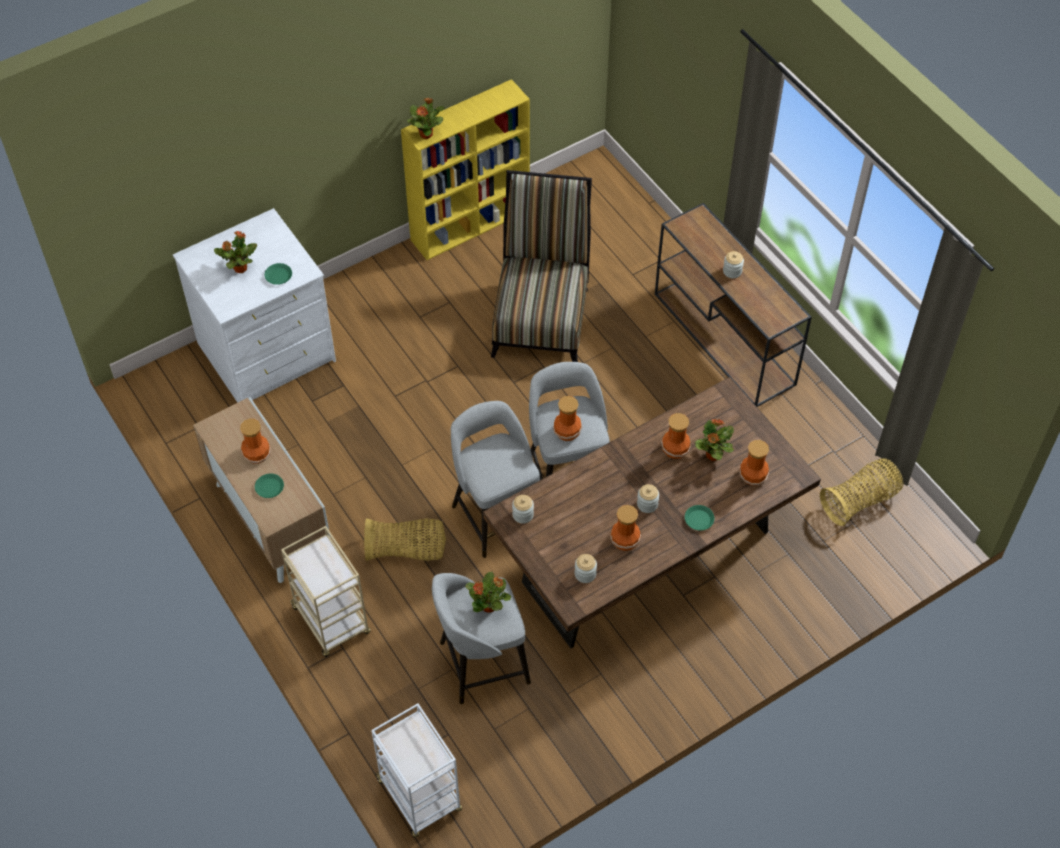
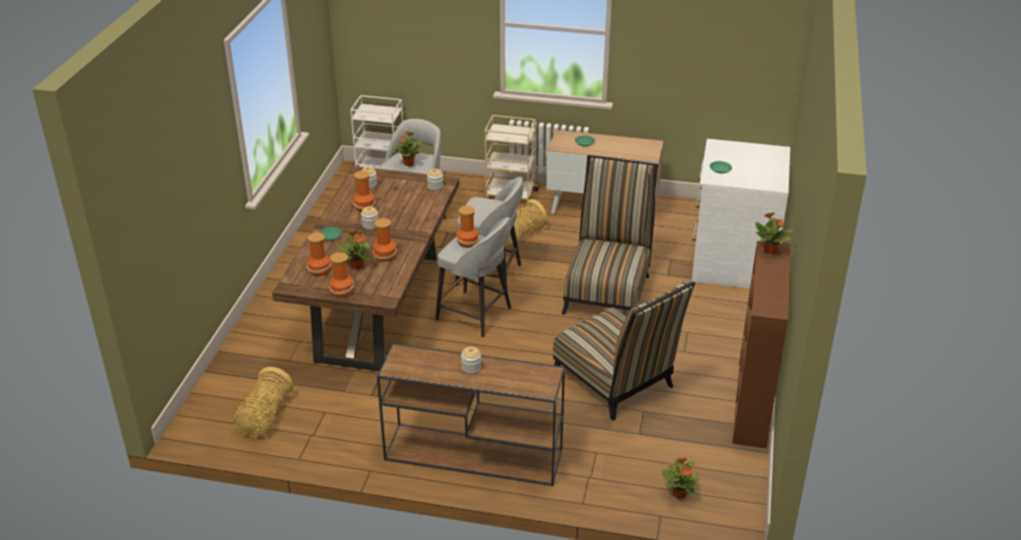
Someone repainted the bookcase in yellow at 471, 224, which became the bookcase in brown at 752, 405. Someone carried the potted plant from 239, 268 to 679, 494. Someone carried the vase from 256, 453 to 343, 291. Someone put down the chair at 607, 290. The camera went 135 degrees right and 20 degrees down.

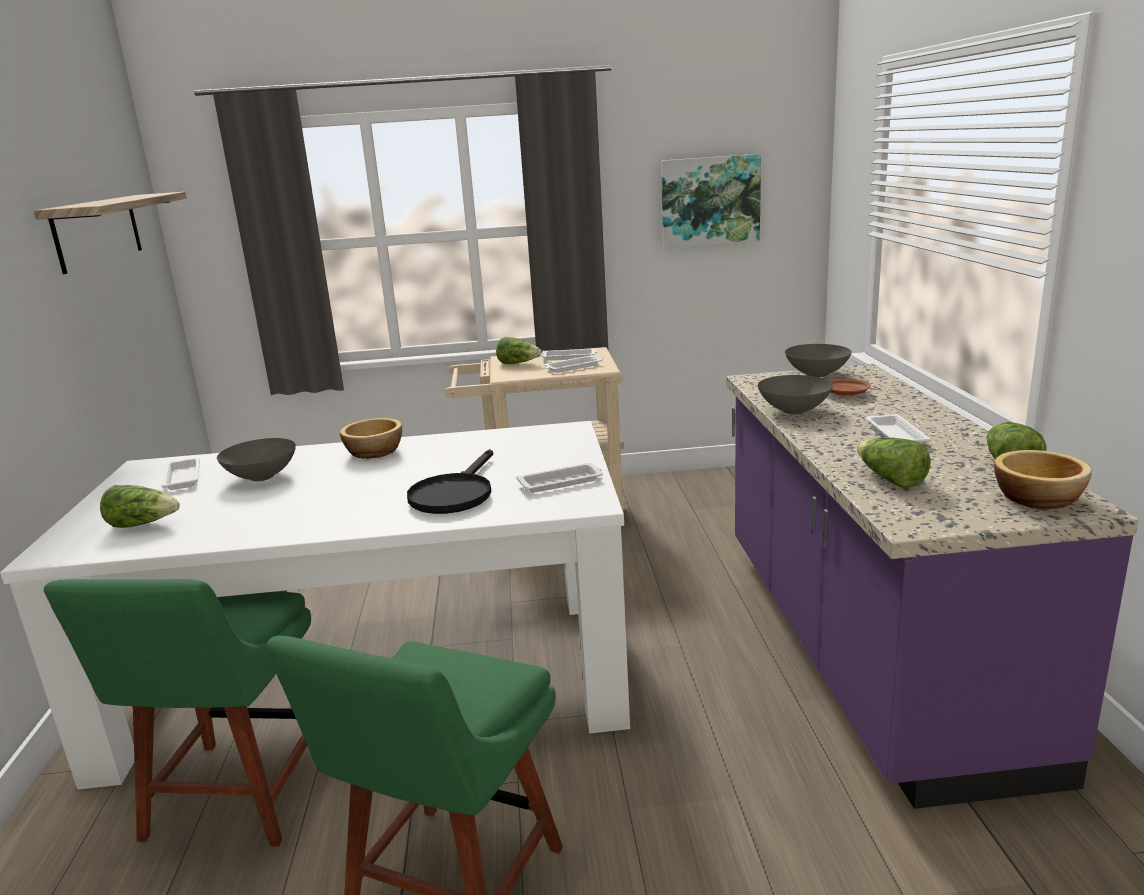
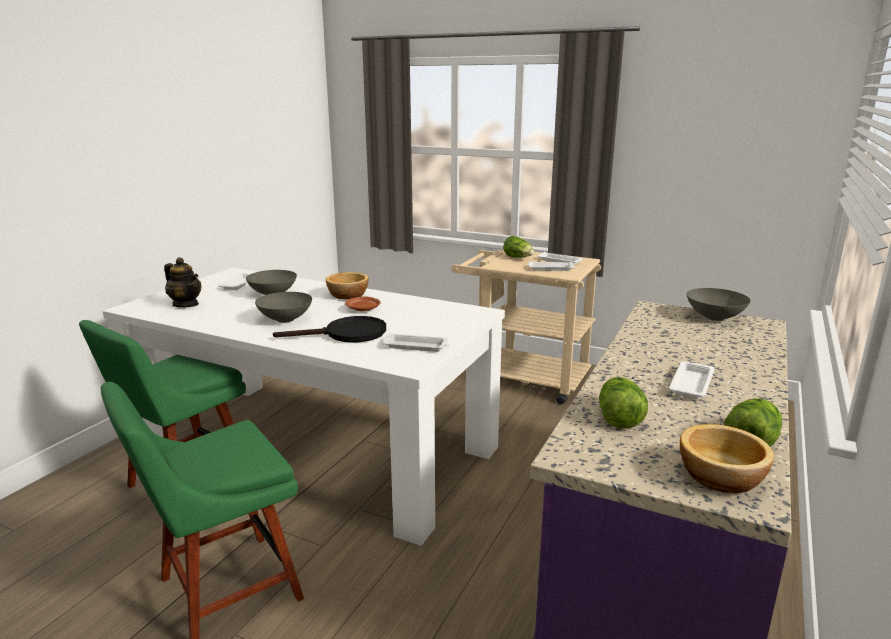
Someone took away the picture at 710, 201. Someone took away the shelf at 98, 231. Someone carried the bowl in grey from 794, 411 to 285, 320. Someone carried the plate in brown from 846, 394 to 363, 309. Someone rotated the frying pan in black at 455, 494 by 150 degrees counterclockwise. Someone swapped the lettuce at 143, 524 for the teapot at 186, 304. The camera went 30 degrees right and 0 degrees up.

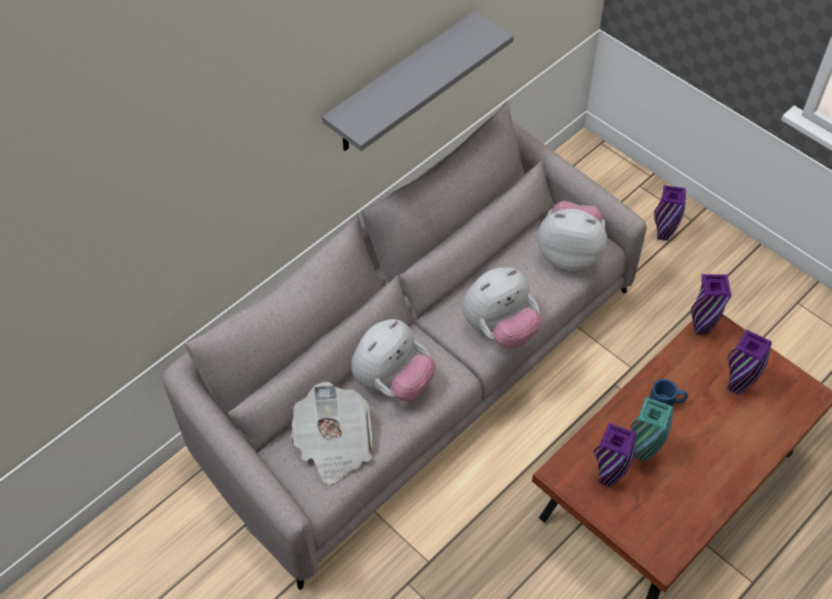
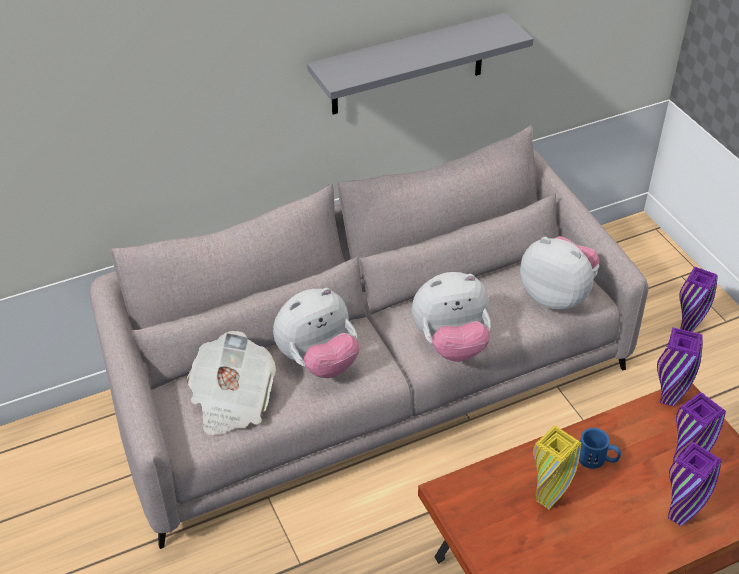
Someone repainted the vase in turquoise at 641, 453, which became the vase in yellow at 547, 500. Someone carried the vase in purple from 606, 479 to 678, 517. The camera went 20 degrees right and 10 degrees down.

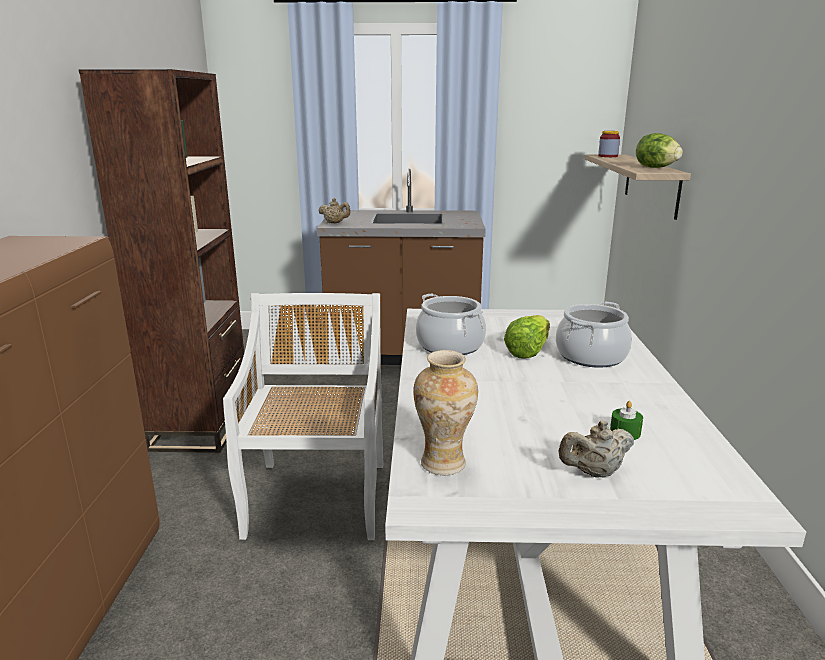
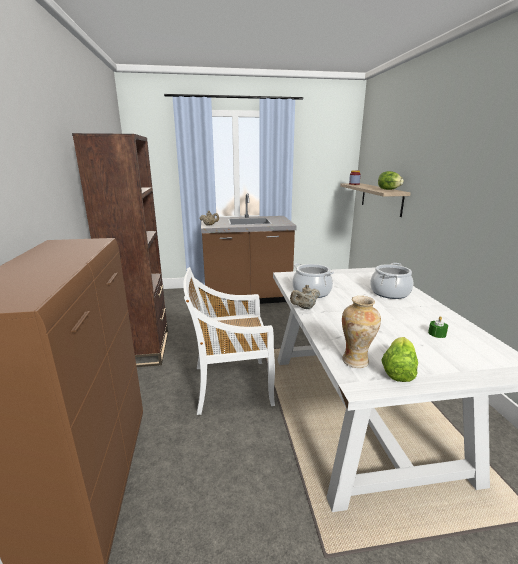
Someone rotated the chair in white at 317, 497 by 90 degrees counterclockwise. Someone carried the lettuce from 528, 351 to 398, 370. Someone carried the teapot in beige from 594, 473 to 305, 308. The camera went 10 degrees left and 0 degrees up.

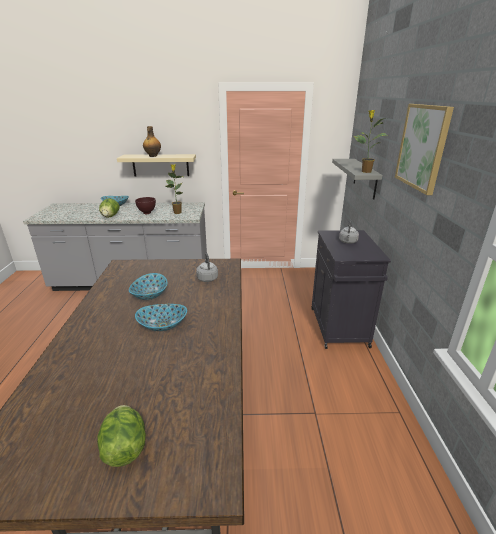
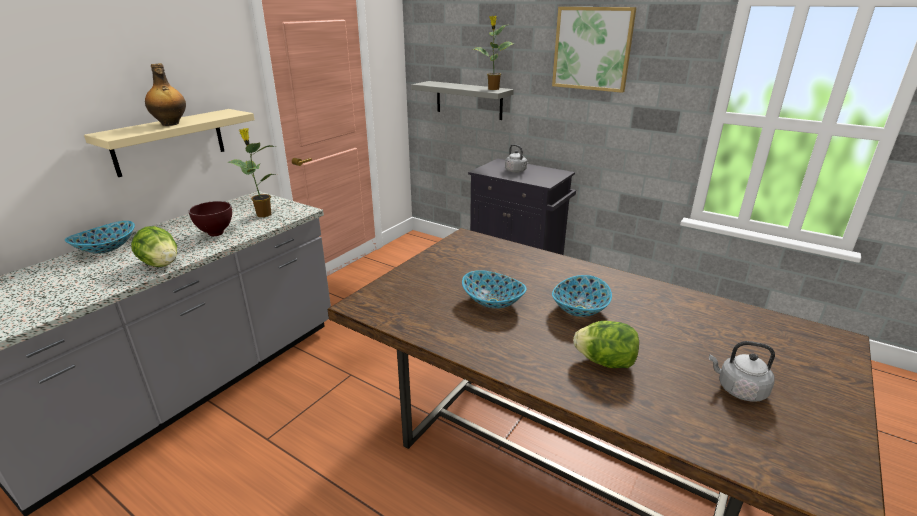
Someone carried the kettle in grey from 207, 278 to 738, 389. Someone carried the lettuce from 125, 448 to 605, 362. The camera went 55 degrees left and 0 degrees up.

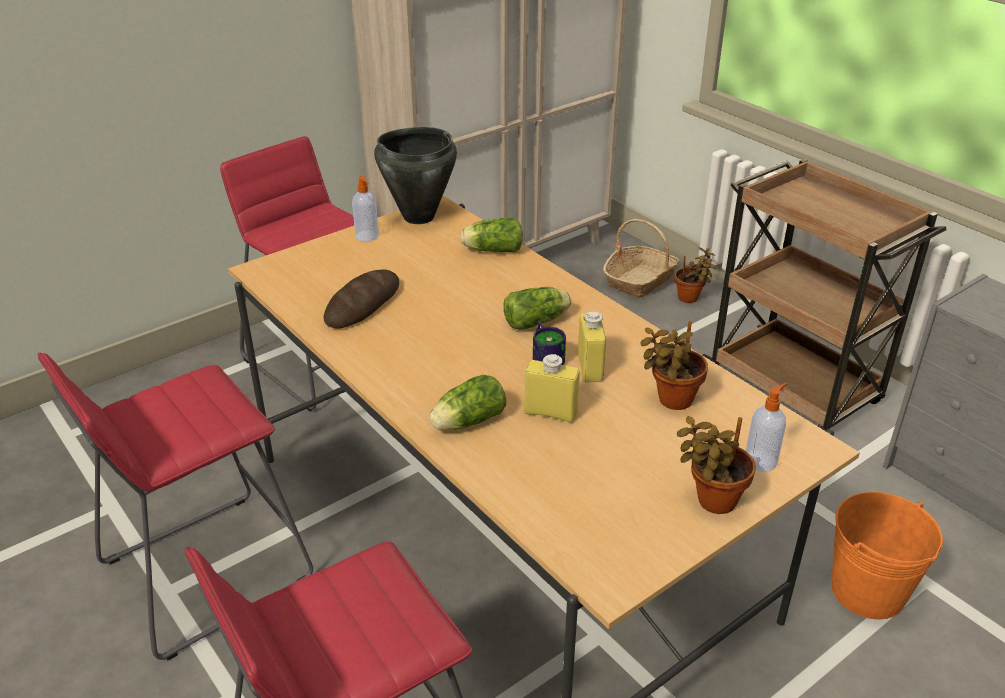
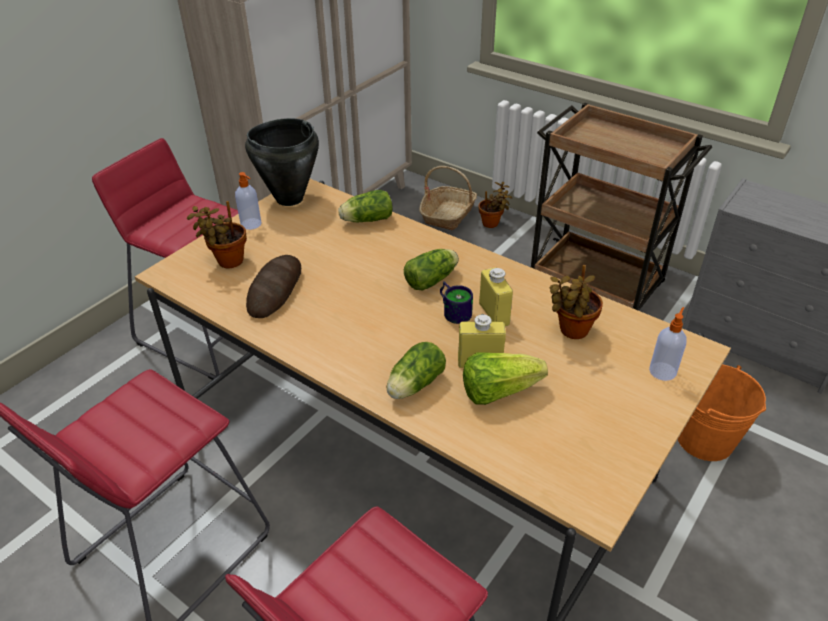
Someone carried the potted plant from 712, 501 to 227, 261. Someone put down the lettuce at 498, 391. The camera went 15 degrees left and 5 degrees up.

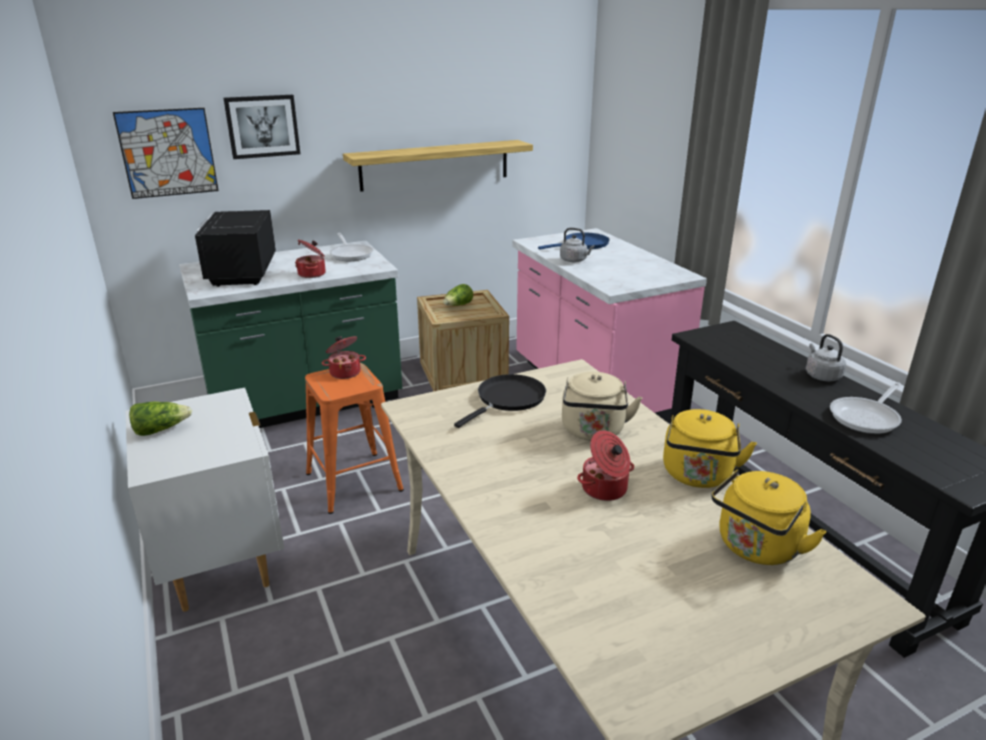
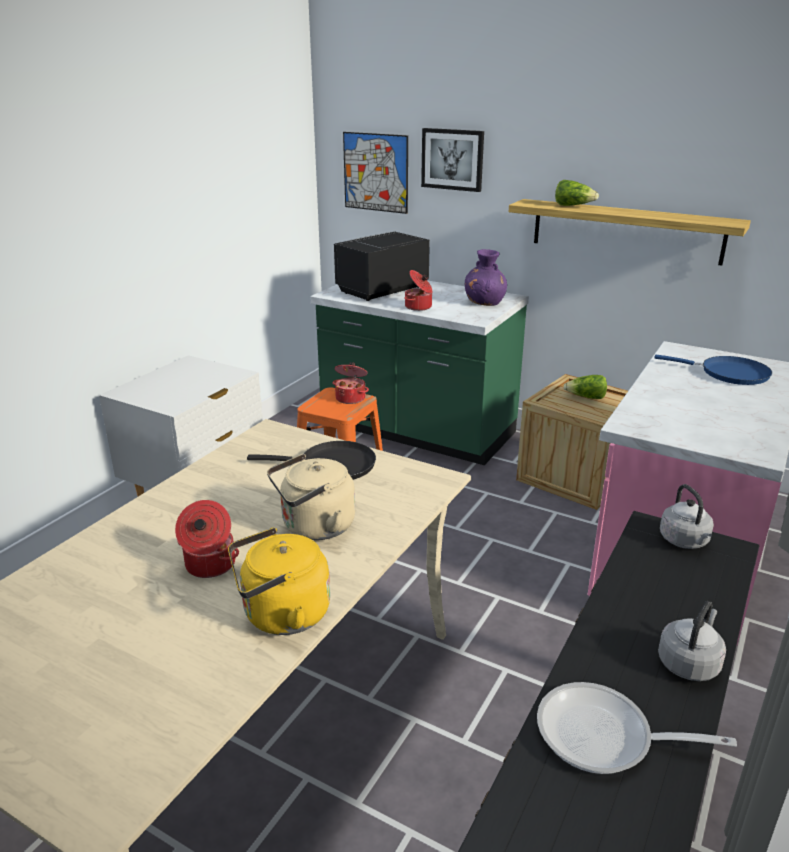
Someone carried the kettle in grey from 574, 260 to 685, 541. Someone swapped the frying pan at 351, 254 for the vase in purple at 485, 302. Someone carried the lettuce from 161, 430 to 573, 206. Someone took away the kettle in yellow at 756, 548. The camera went 55 degrees right and 0 degrees up.

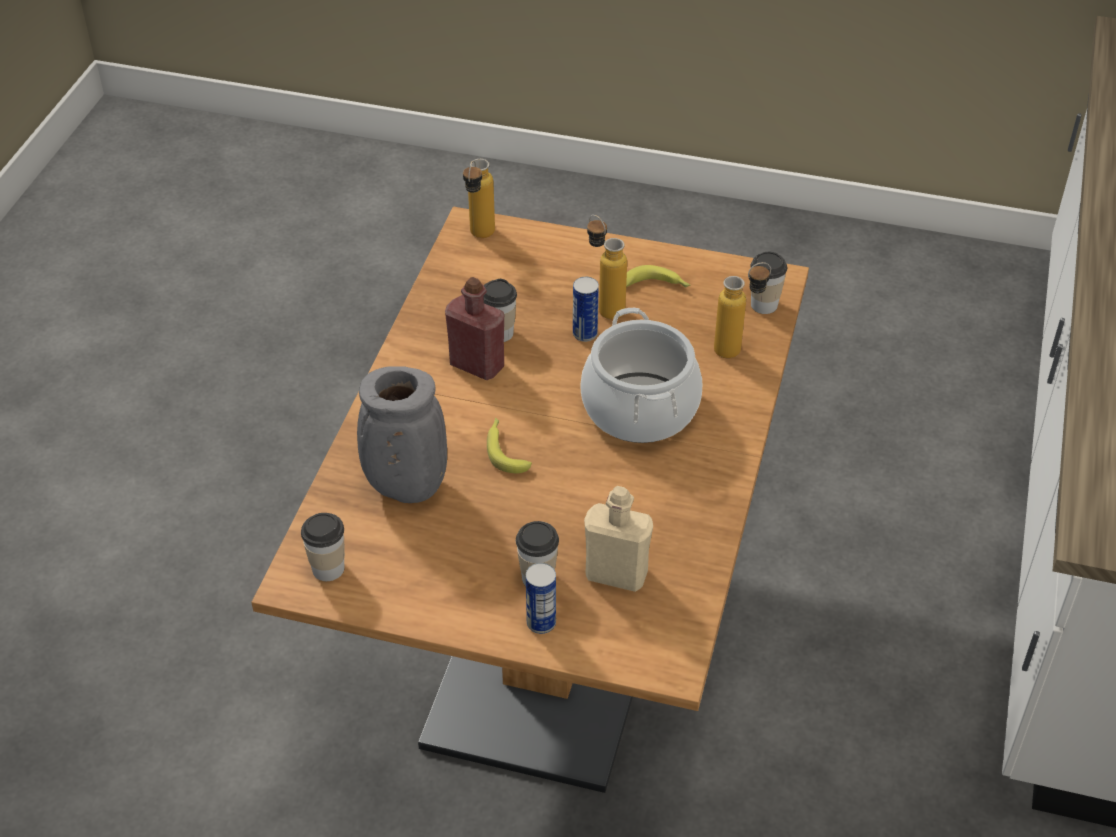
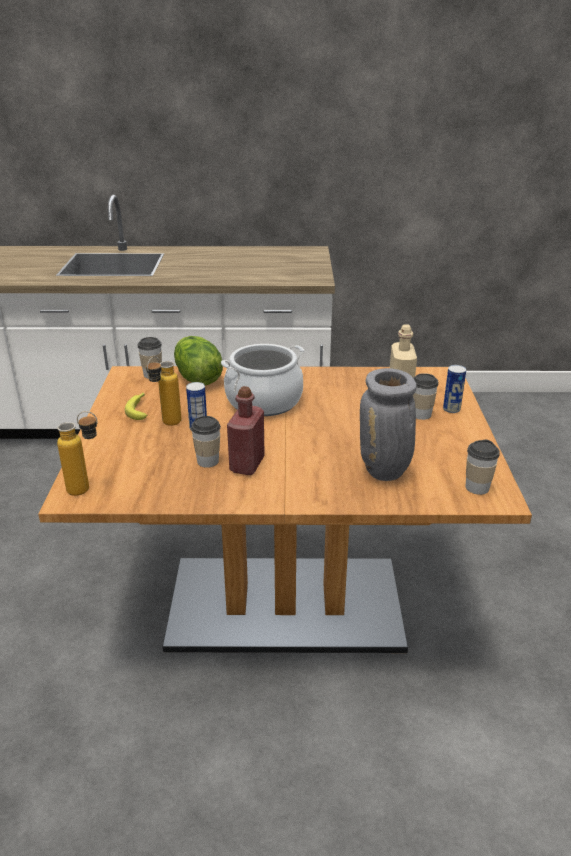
Someone swapped the bottle at 738, 348 for the lettuce at 197, 378. Someone took away the banana at 505, 450. The camera went 105 degrees left and 15 degrees down.

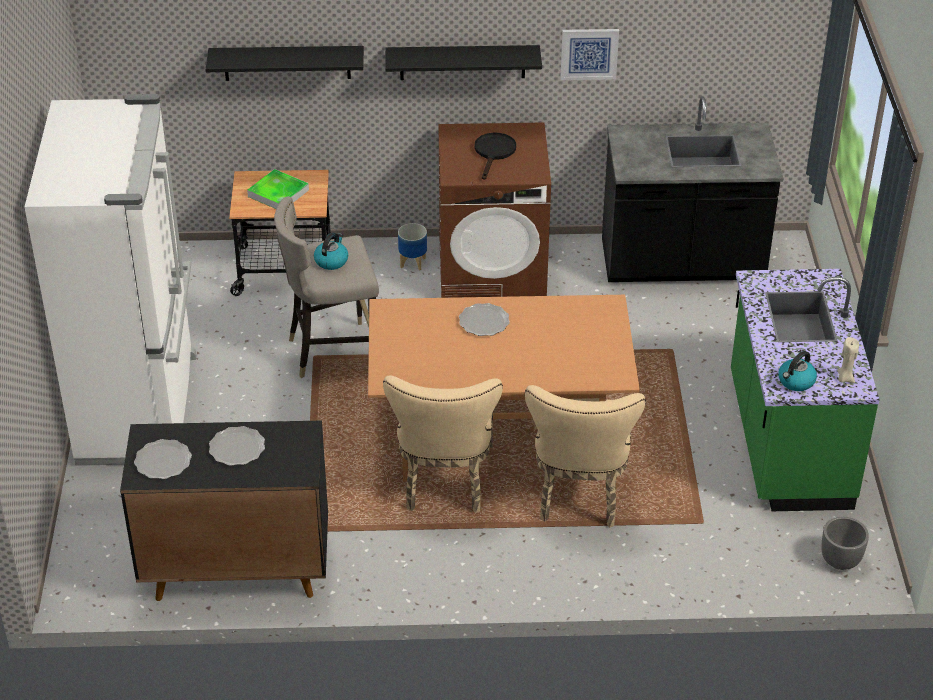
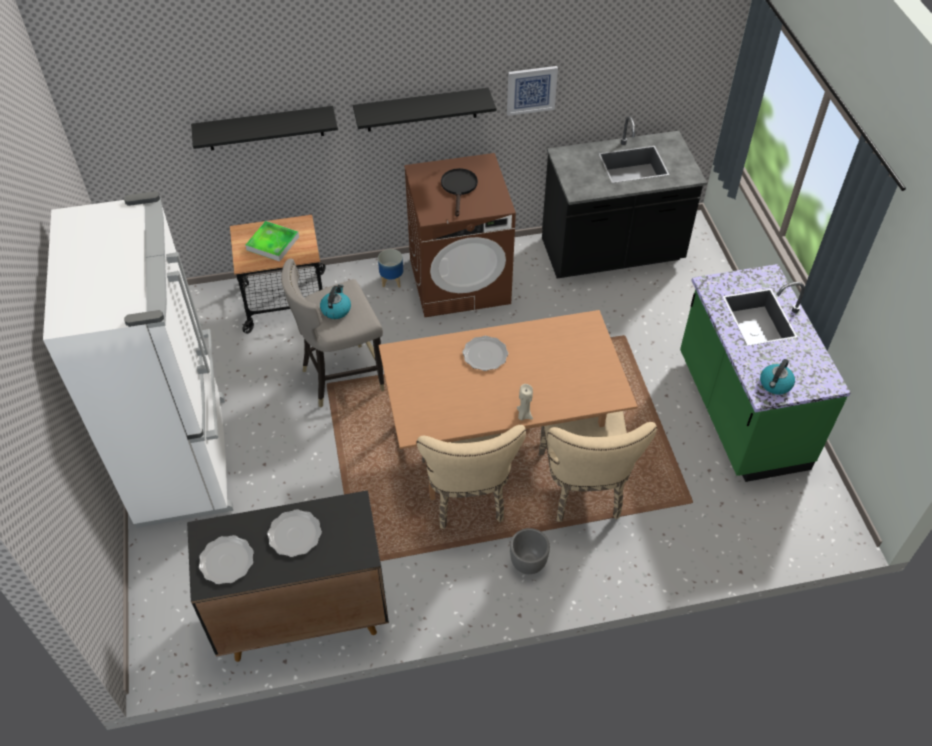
Someone carried the candle in beige from 844, 378 to 524, 415. Someone carried the planter in grey from 840, 561 to 528, 563. The camera went 10 degrees left and 10 degrees up.

